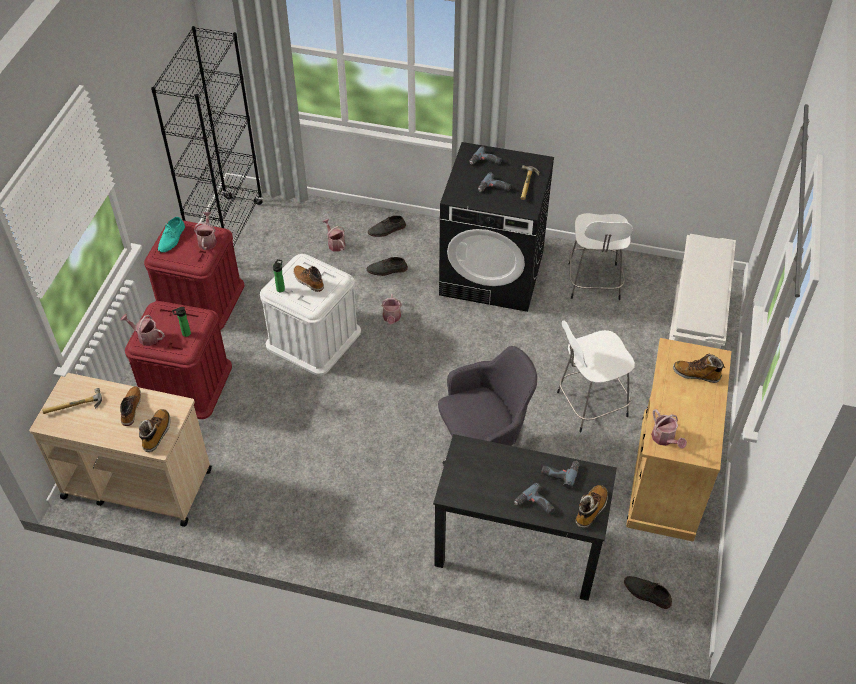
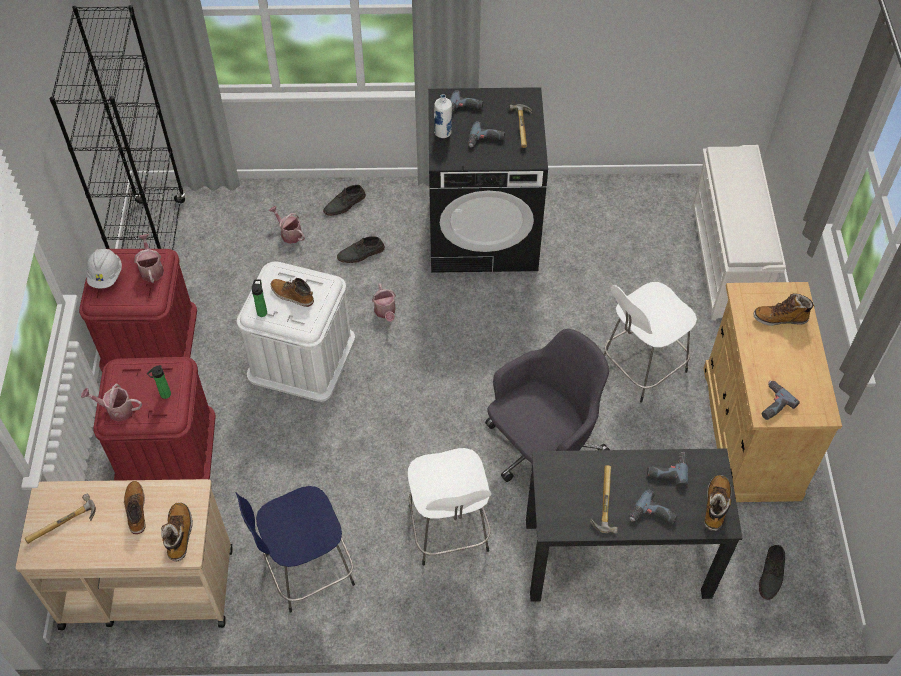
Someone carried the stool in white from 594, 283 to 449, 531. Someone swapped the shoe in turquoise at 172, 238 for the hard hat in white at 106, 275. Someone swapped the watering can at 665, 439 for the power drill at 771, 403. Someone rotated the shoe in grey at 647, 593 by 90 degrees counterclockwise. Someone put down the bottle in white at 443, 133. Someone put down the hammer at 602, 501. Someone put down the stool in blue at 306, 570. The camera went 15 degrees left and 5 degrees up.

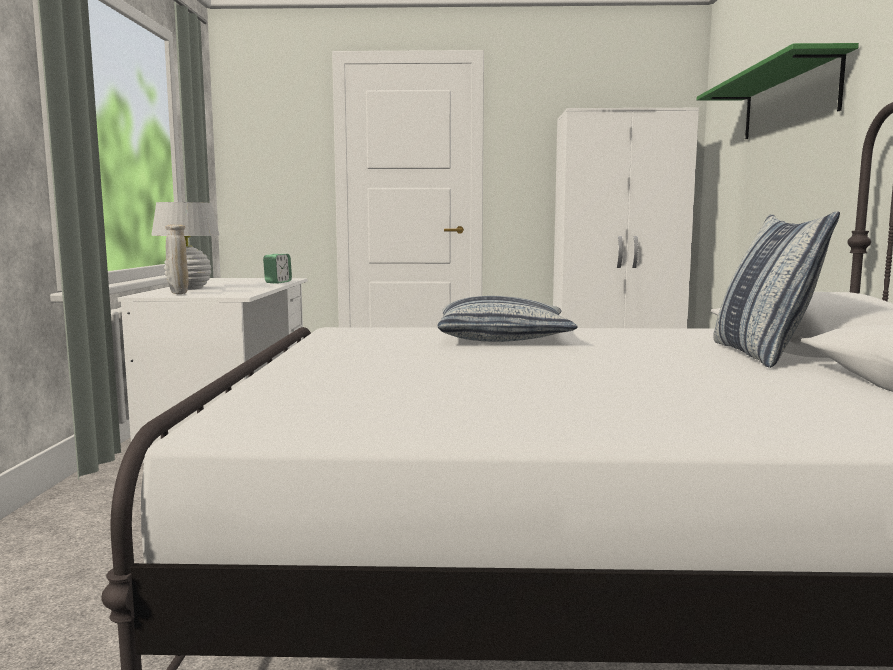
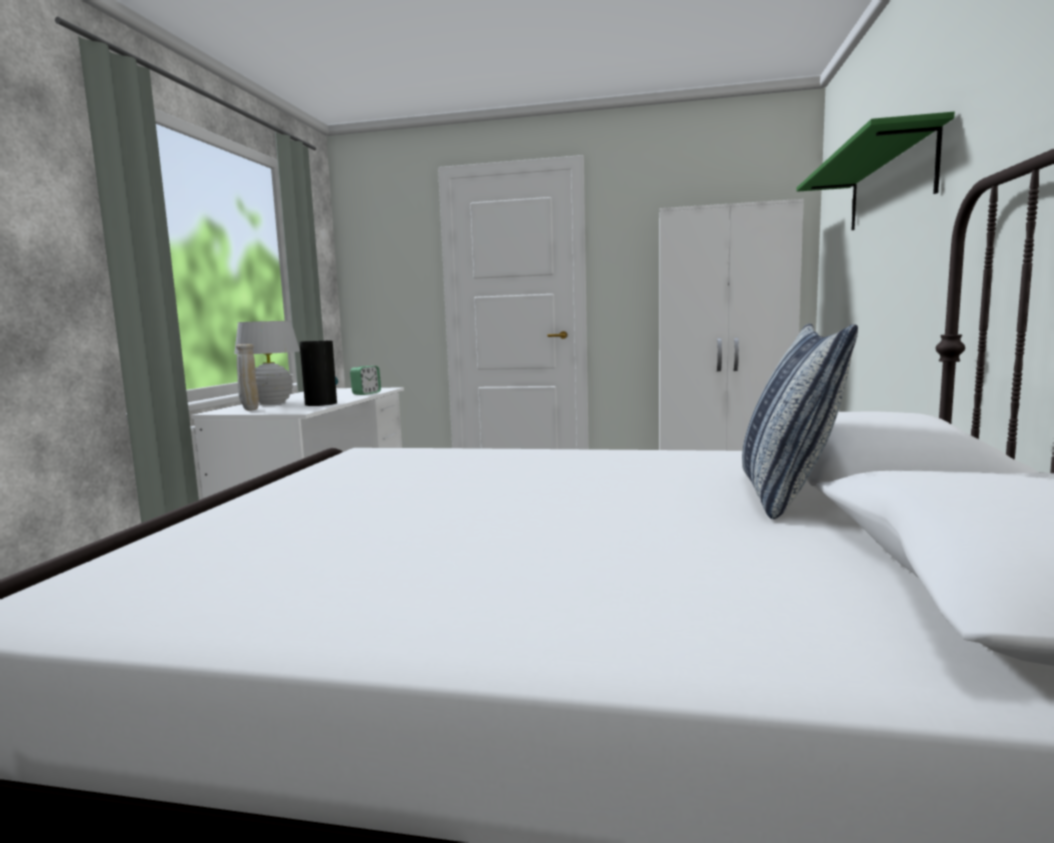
Someone took away the pillow at 503, 337. Someone put down the vase at 321, 403. The camera went 10 degrees right and 0 degrees up.

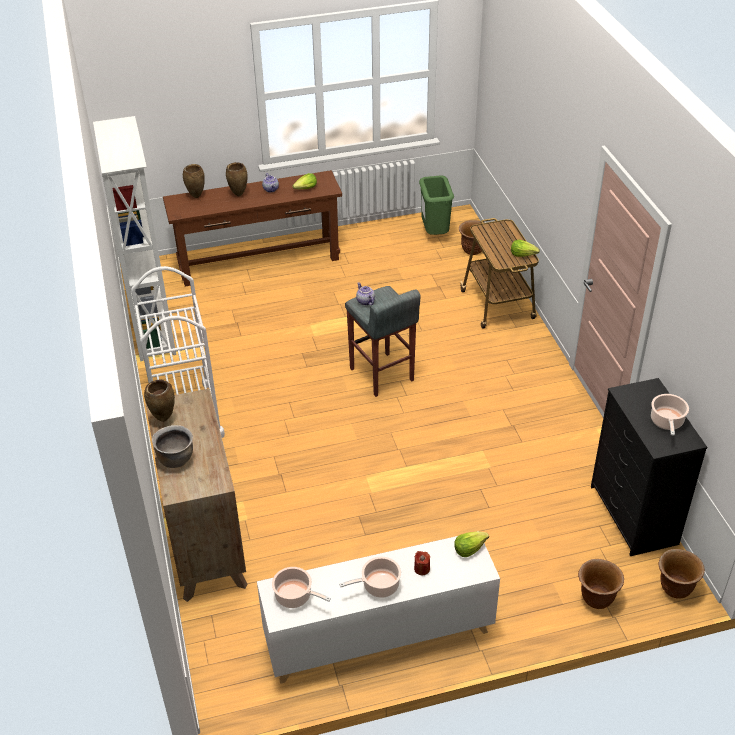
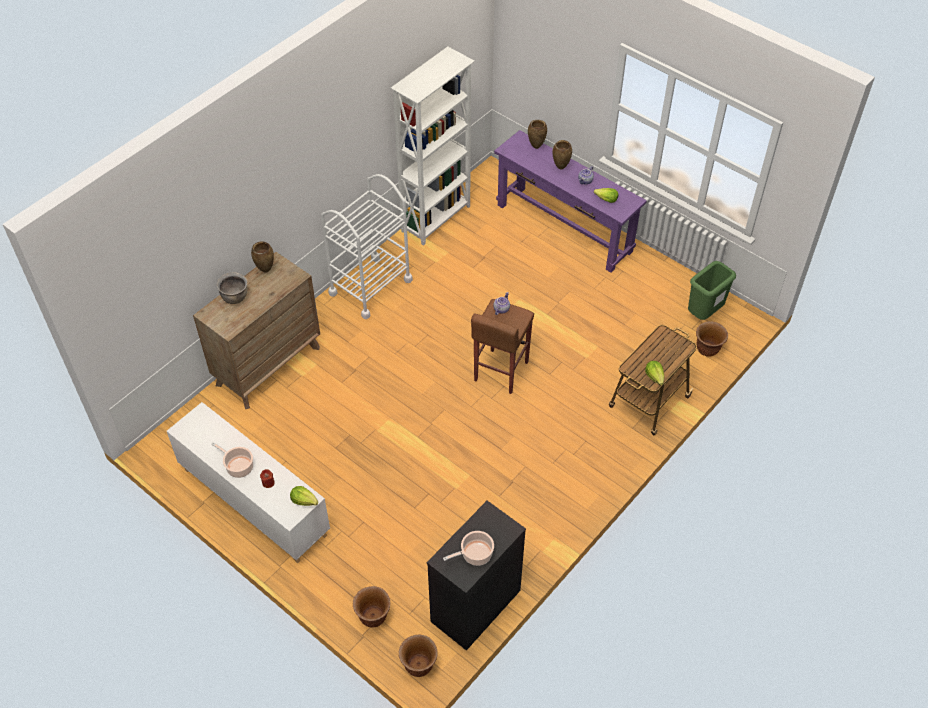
Someone repainted the console table in brown at 259, 261, which became the console table in purple at 564, 228. Someone repainted the stool in grey at 381, 375, which became the stool in brown at 500, 371. Someone took away the cooking pot at 295, 596. The camera went 55 degrees right and 10 degrees up.

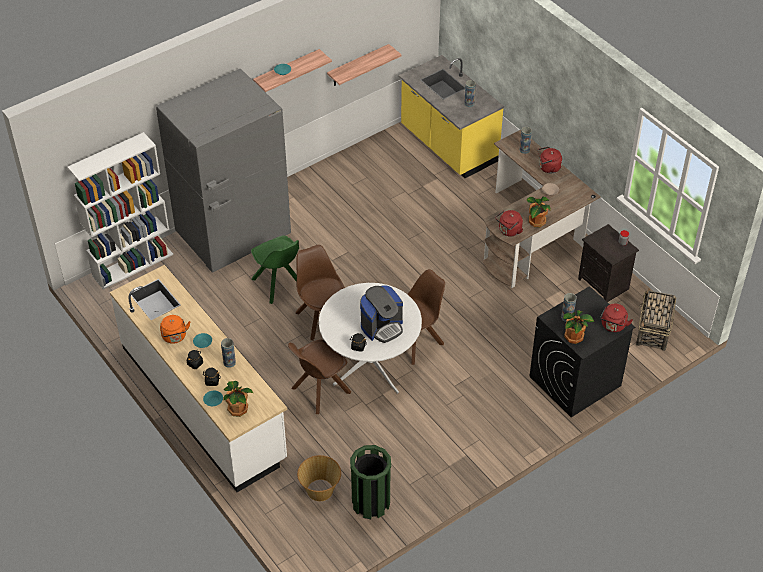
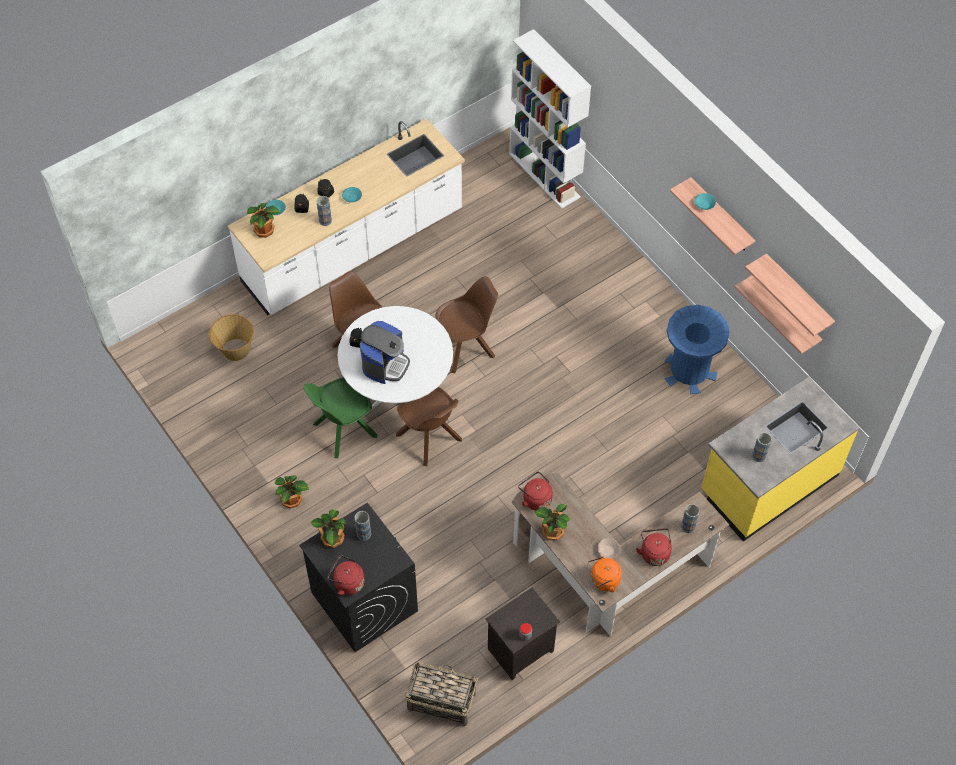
Someone took away the fridge in grey at 234, 236. Someone carried the chair in green from 279, 284 to 343, 431. Someone rotated the coffee machine at 382, 327 by 120 degrees counterclockwise. Someone carried the kettle in orange from 175, 337 to 603, 580. Someone took away the trash can in green at 370, 503. Someone put up the shelf at 798, 294. Someone put down the trash can in blue at 689, 371. Someone put down the potted plant at 292, 500. The camera went 90 degrees right and 10 degrees up.

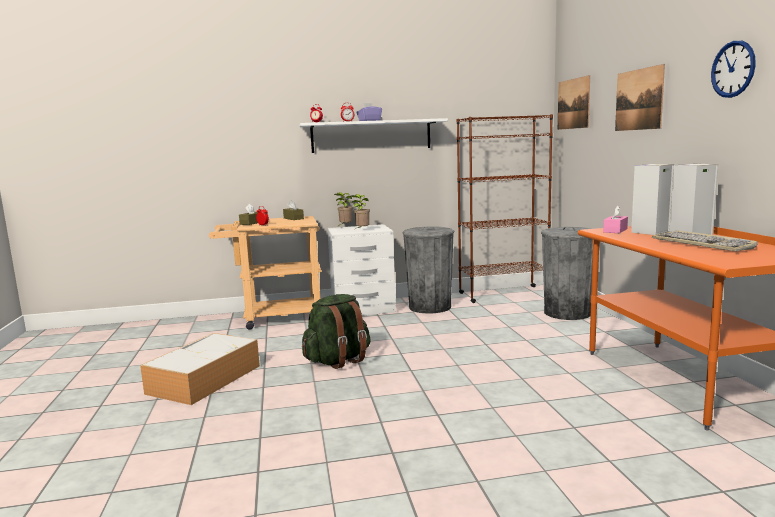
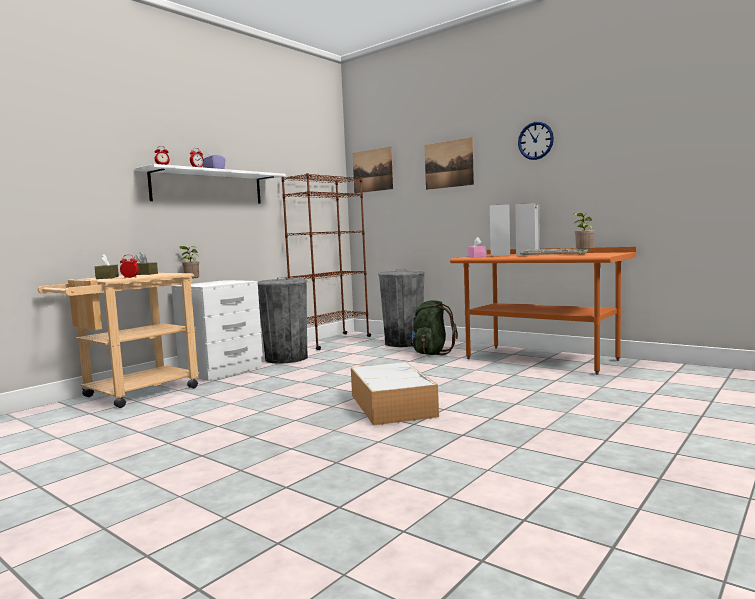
Someone carried the potted plant from 361, 230 to 583, 255. Someone carried the backpack in green from 338, 360 to 431, 353. Someone carried the storage box from 205, 379 to 391, 405. The camera went 40 degrees left and 5 degrees down.

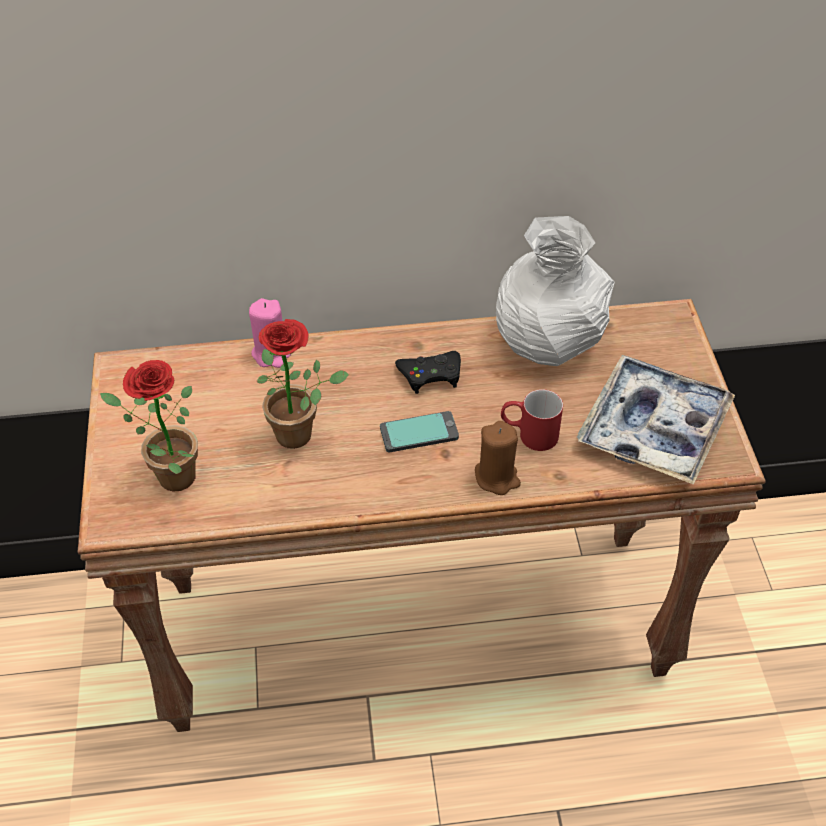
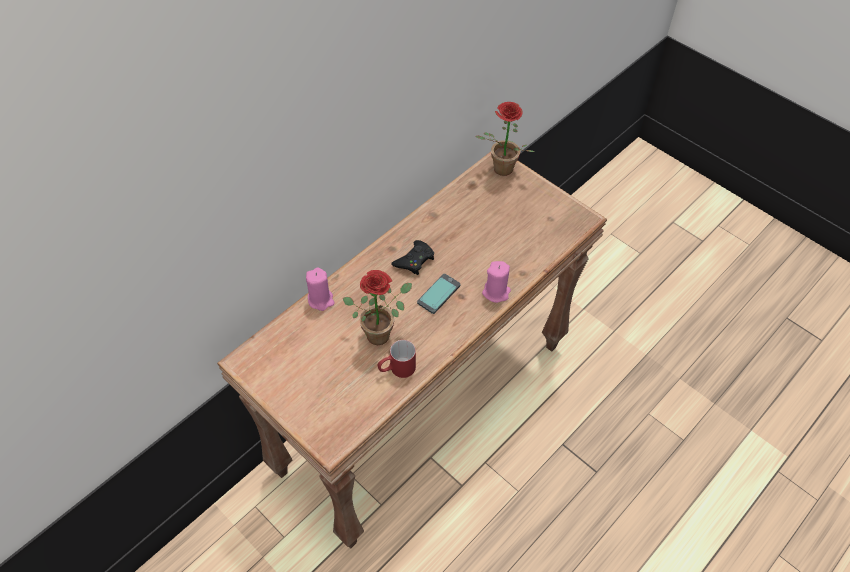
Someone took away the vase in white at 548, 340. Someone took away the tray at 653, 428. Someone carried the potted plant from 168, 477 to 500, 171. Someone carried the mug in red from 528, 434 to 396, 369. Someone repainted the candle in brown at 497, 477, which became the candle in pink at 496, 292. The camera went 40 degrees left and 5 degrees up.

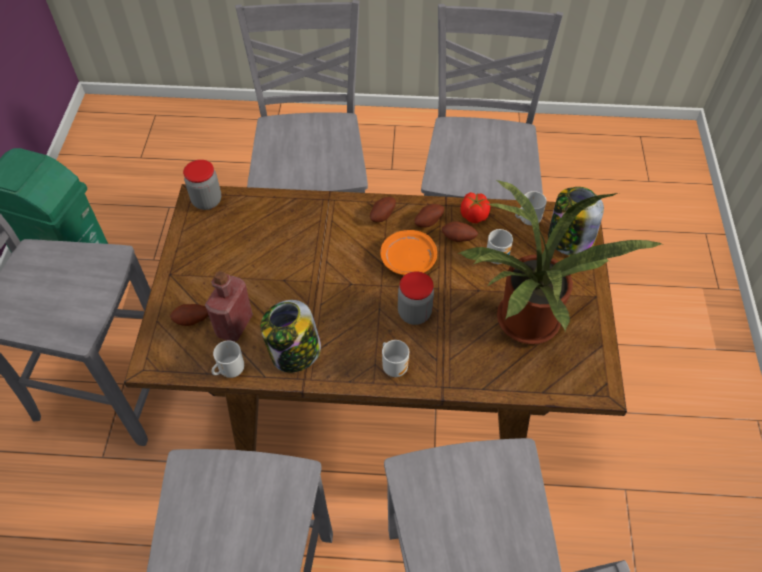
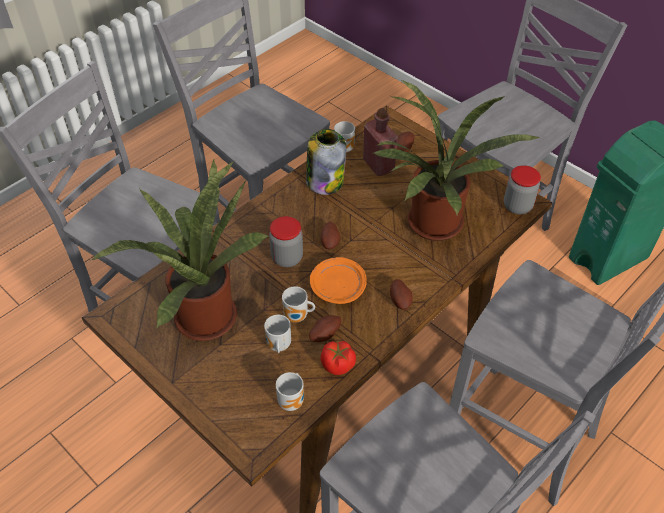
Someone took away the jar at 569, 240. Someone carried the potato from 428, 221 to 330, 242. Someone carried the mug from 395, 367 to 297, 317. Someone put down the potted plant at 433, 227. The camera went 130 degrees right and 5 degrees down.

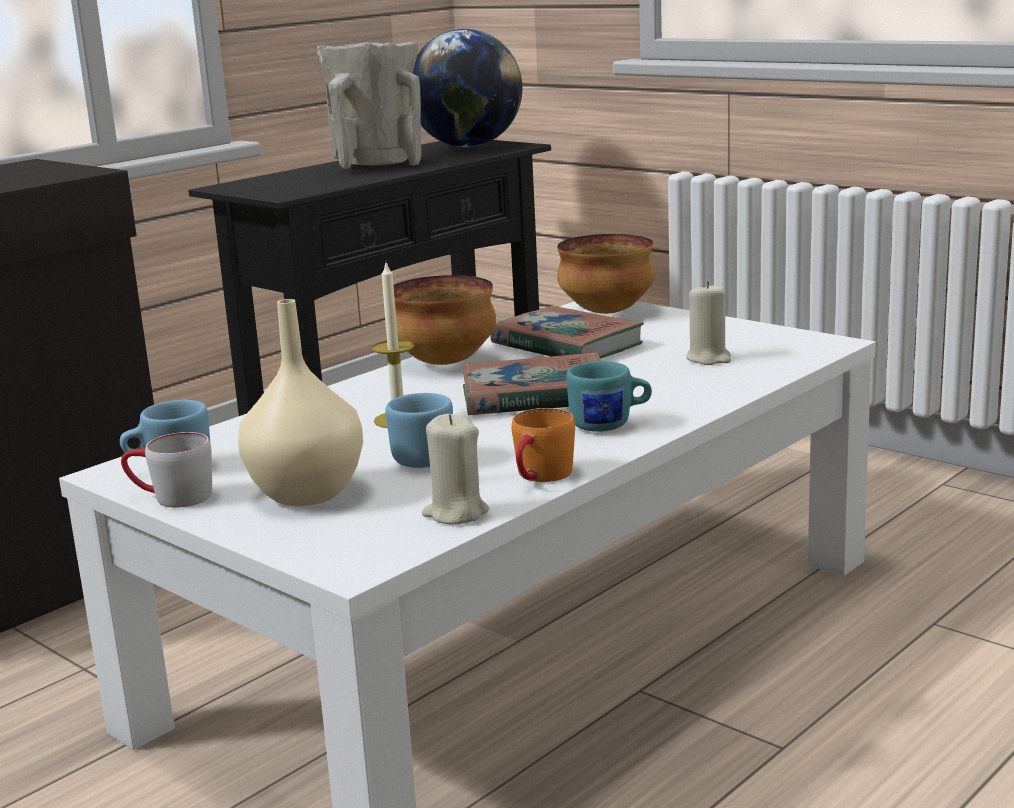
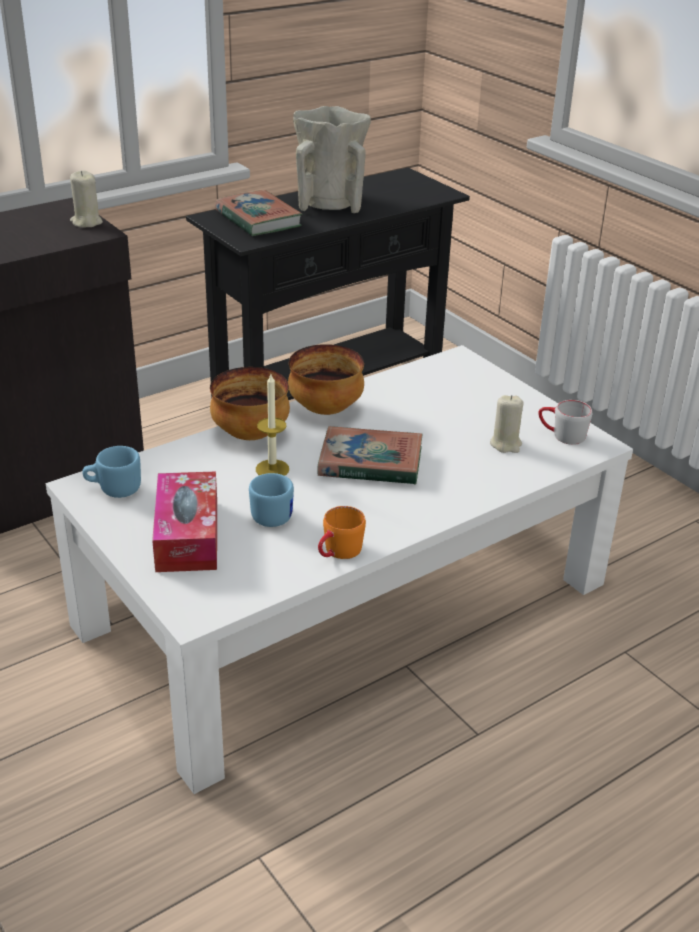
Someone took away the globe at 468, 146. Someone carried the bowl from 608, 312 to 251, 434. Someone swapped the vase in beige at 304, 493 for the tissue box at 187, 535. Someone carried the book from 566, 345 to 258, 219. Someone took away the mug in turquoise at 610, 425. Someone carried the candle in beige from 455, 513 to 86, 222. Someone carried the mug in grey from 170, 497 to 561, 435. The camera went 10 degrees right and 15 degrees up.

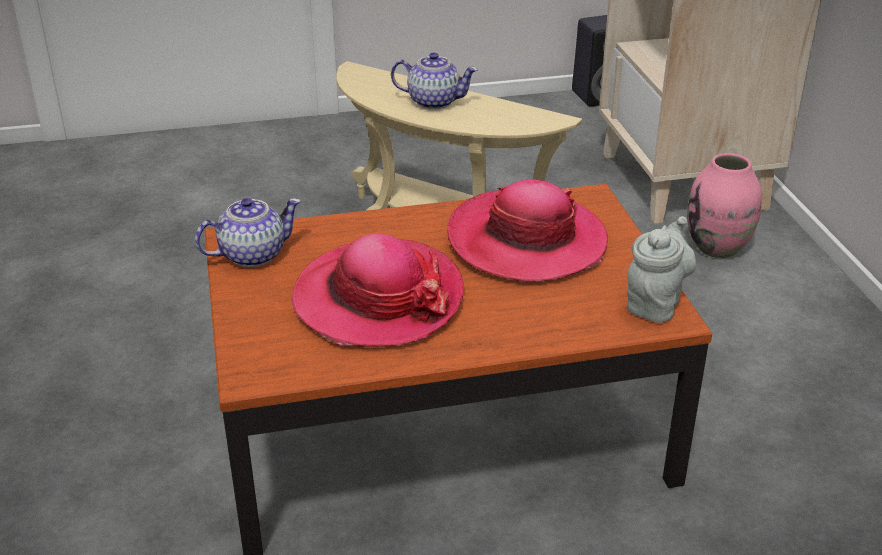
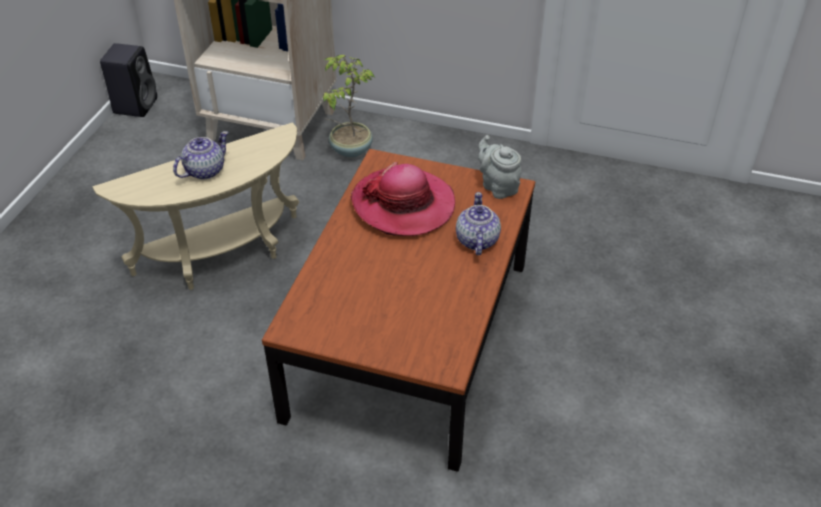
Someone swapped the vase in pink at 718, 248 for the potted plant at 350, 149. Someone carried the teapot from 251, 255 to 476, 241. Someone took away the hat at 378, 298. The camera went 60 degrees left and 10 degrees up.

